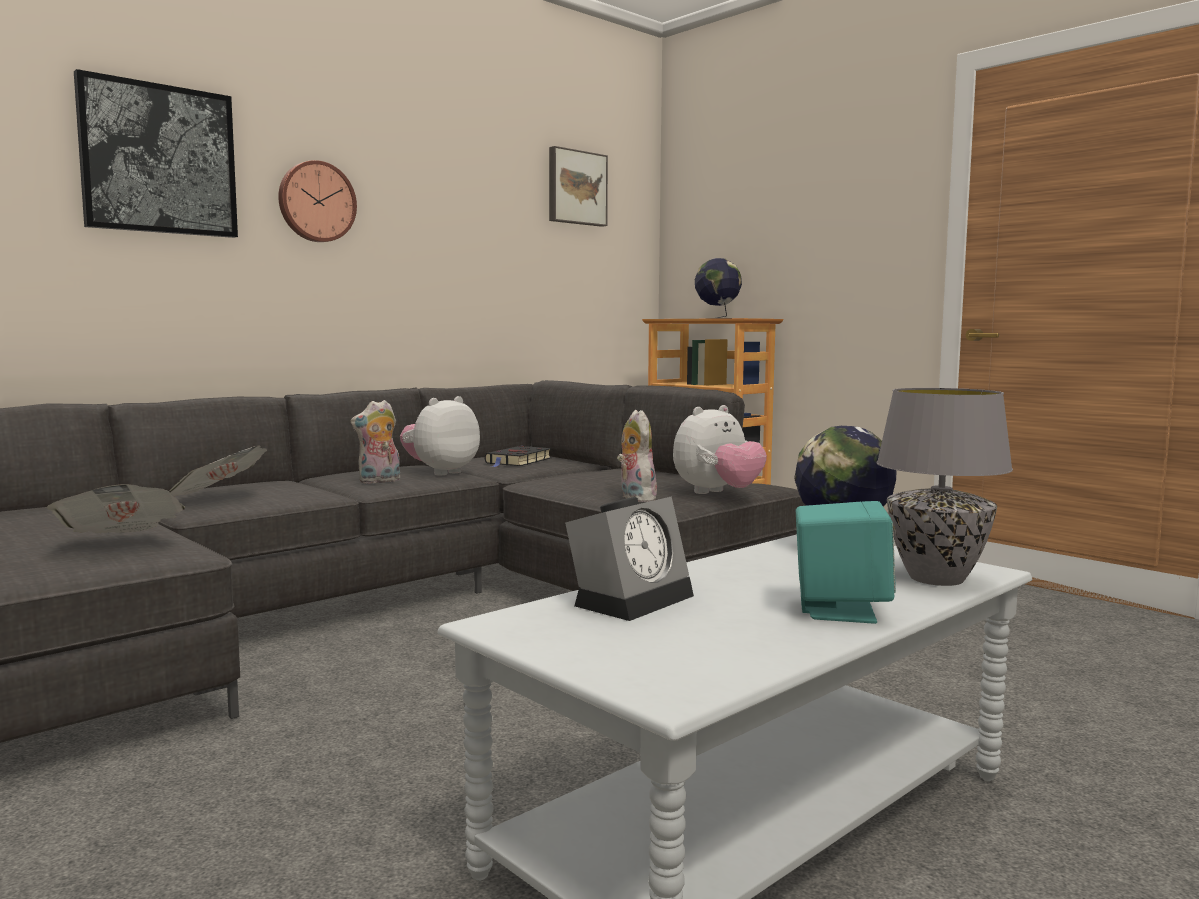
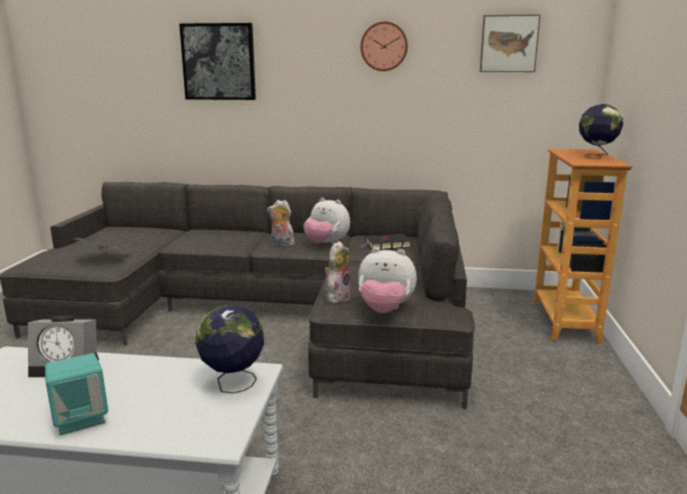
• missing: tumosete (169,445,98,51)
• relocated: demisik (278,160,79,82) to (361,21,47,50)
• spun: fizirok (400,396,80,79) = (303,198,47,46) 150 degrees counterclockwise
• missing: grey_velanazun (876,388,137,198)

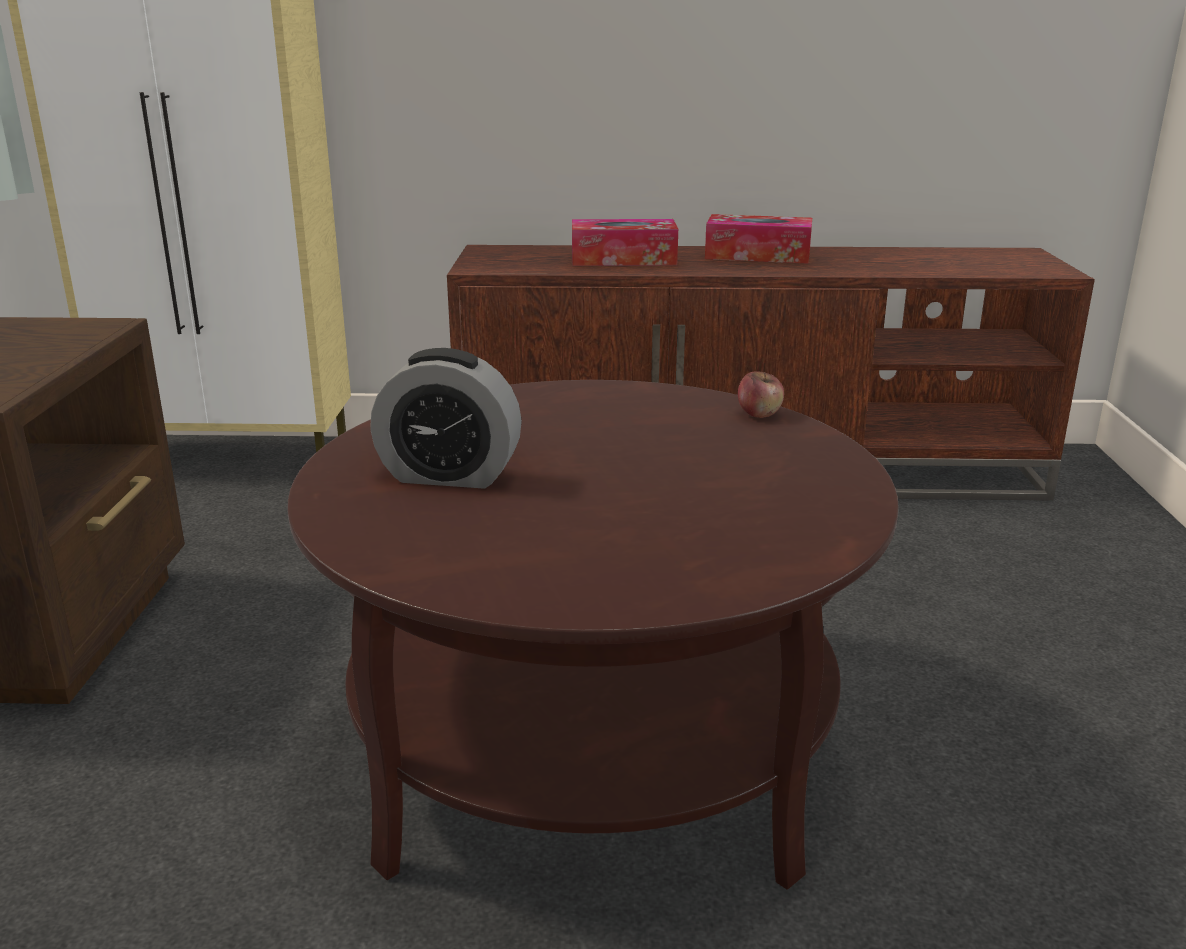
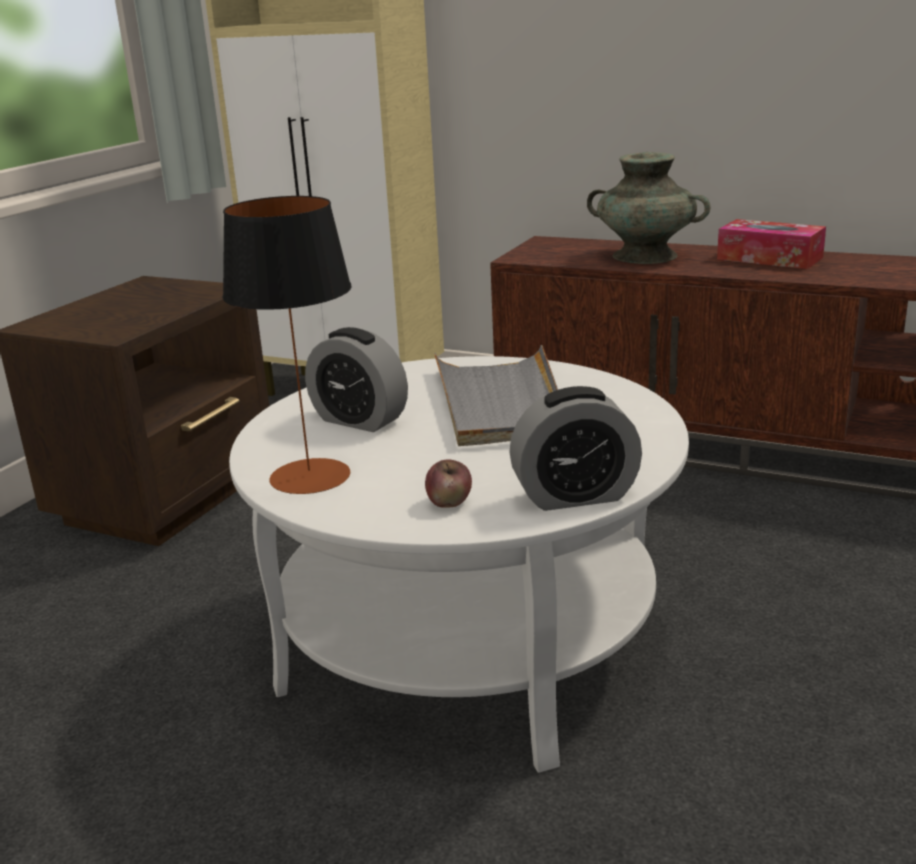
• colour: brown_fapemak (288,380,611,510) to white_fapemak (229,356,460,417)
• exchanged: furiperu (572,219,106,47) to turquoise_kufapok (587,152,124,112)
• relocated: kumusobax (738,371,46,47) to (425,460,47,48)
• appeared: velanazun (222,196,130,298)
• appeared: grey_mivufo (434,345,124,101)
• appeared: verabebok (509,386,133,125)

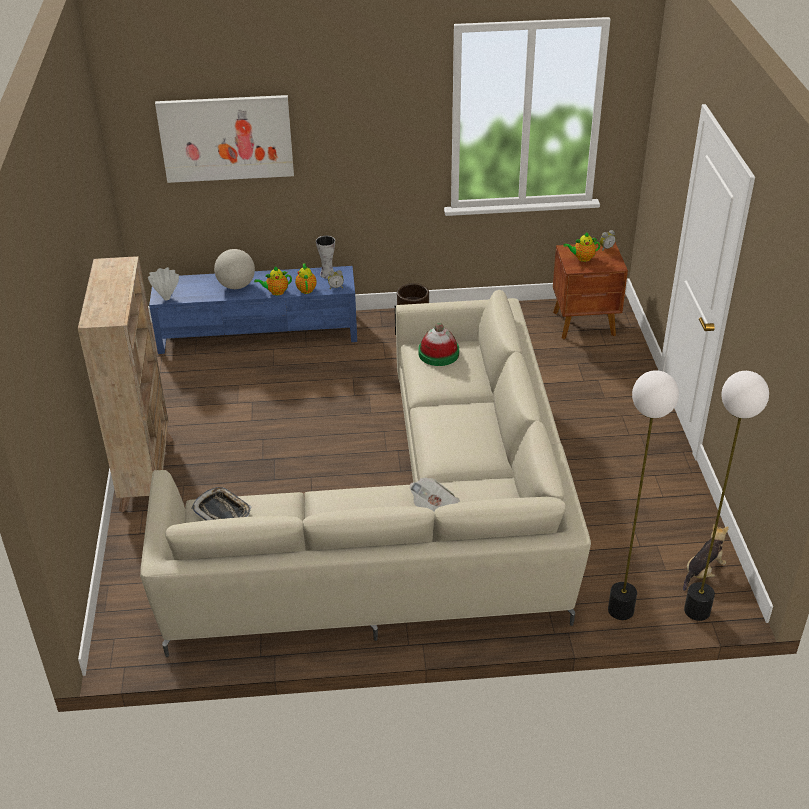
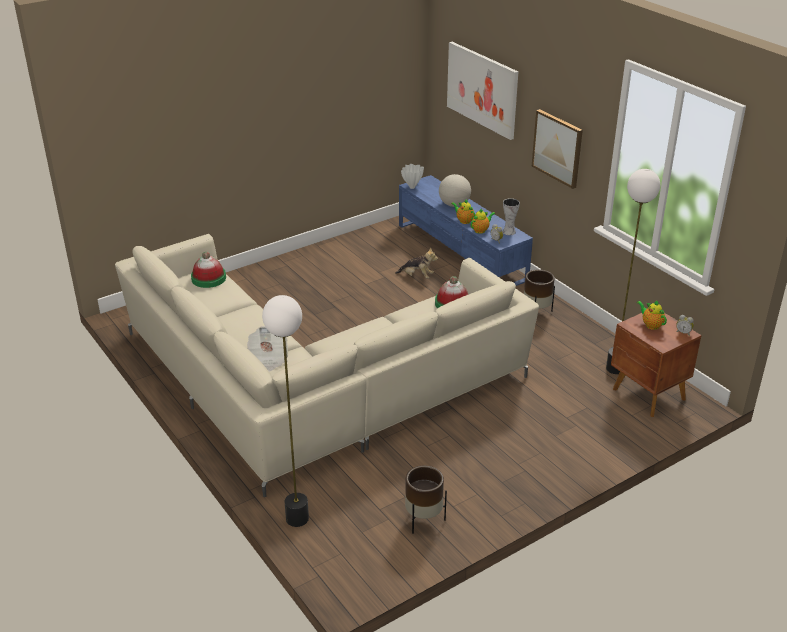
• missing: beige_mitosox (78,256,95,257)
• exchanged: mivufo (191,487,61,34) to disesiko (191,252,35,36)
• relocated: fizirok (683,524,46,67) to (395,247,43,31)
• relocated: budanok (684,371,85,250) to (606,169,54,205)
• appeared: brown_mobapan (405,466,42,68)
• appeared: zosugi (532,109,51,80)

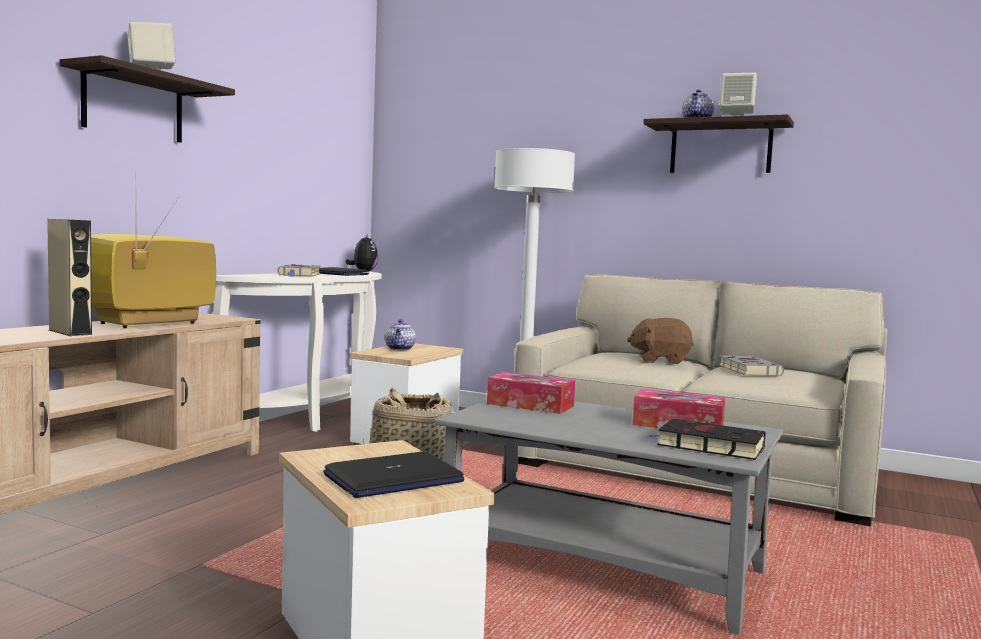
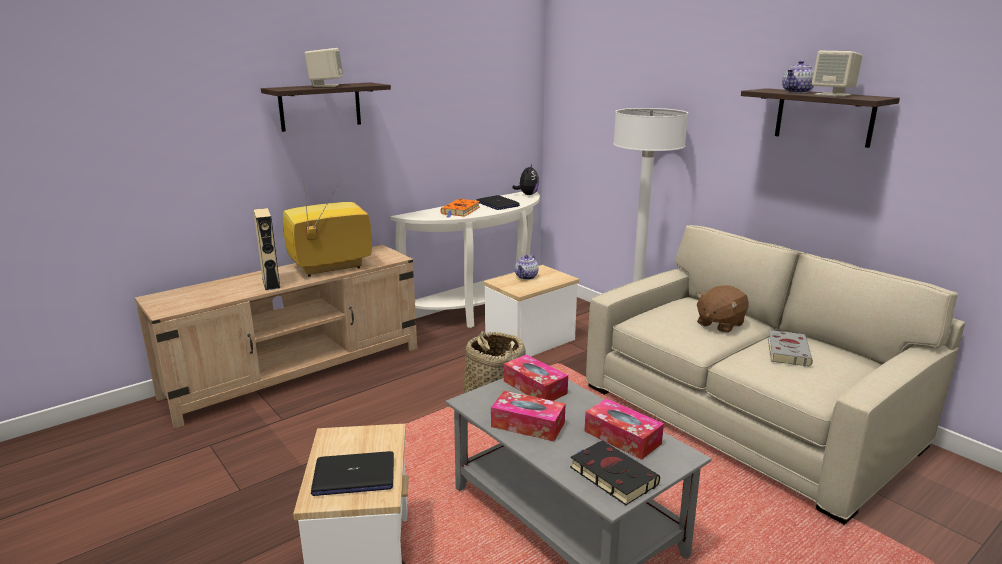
• colour: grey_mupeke (278,264,43,13) to orange_mupeke (440,199,40,19)
• spun: brown_fizirok (627,318,67,46) = (696,285,53,48) 75 degrees counterclockwise
• appeared: furiperu (491,391,75,50)

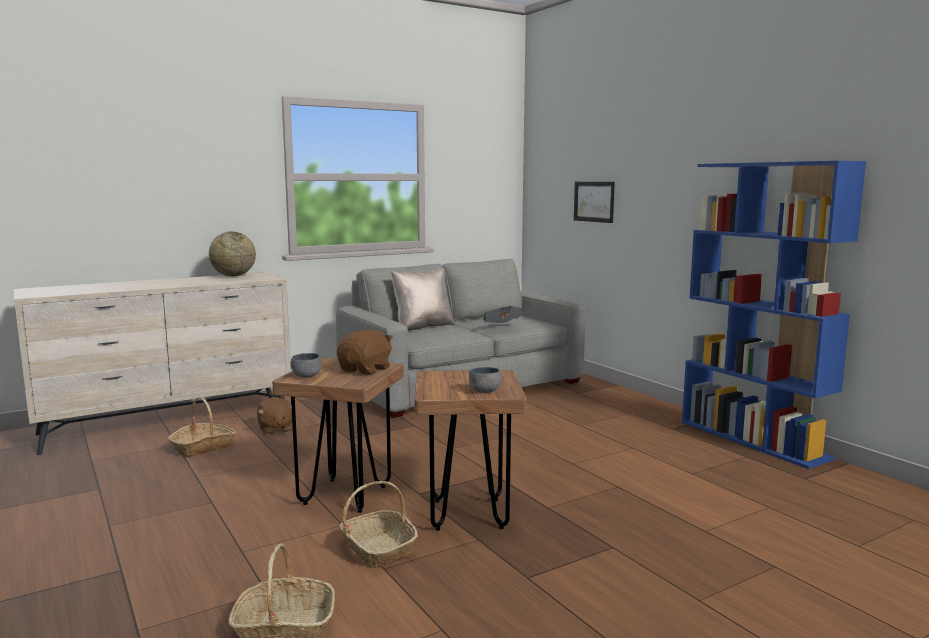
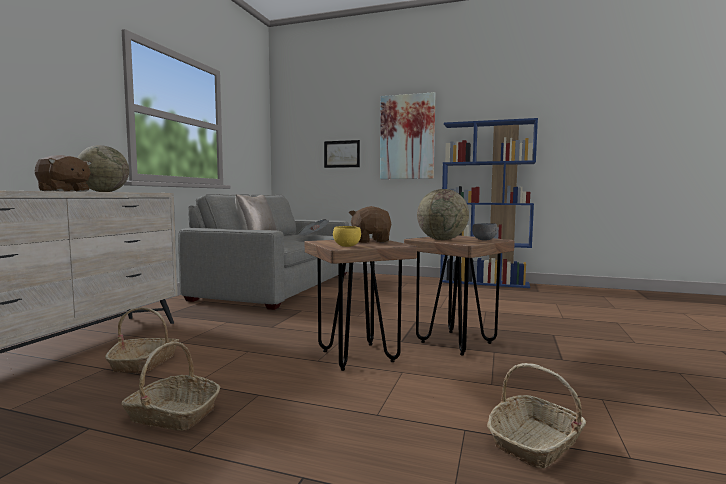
• relocated: brown_fizirok (257,397,35,39) to (35,155,57,37)
• colour: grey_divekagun (291,353,31,25) to yellow_divekagun (333,226,28,21)
• relocated: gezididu (339,481,79,87) to (122,342,98,89)
• appeared: zosugi (380,92,55,87)
• appeared: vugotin (417,189,52,51)

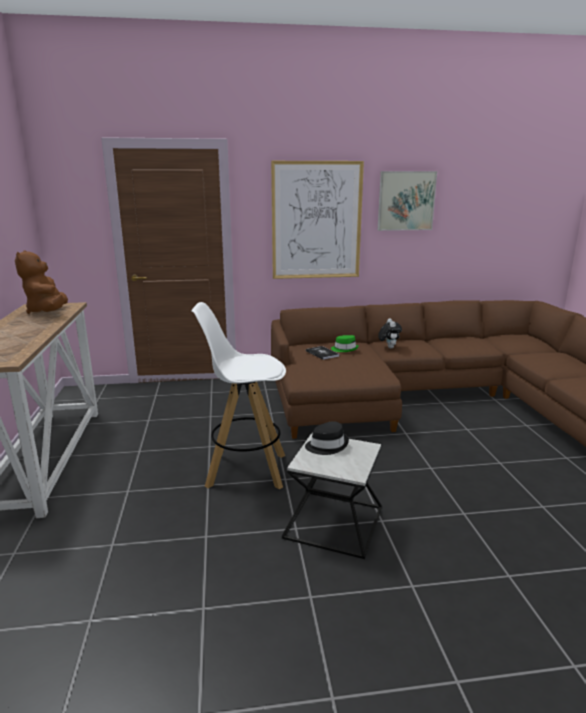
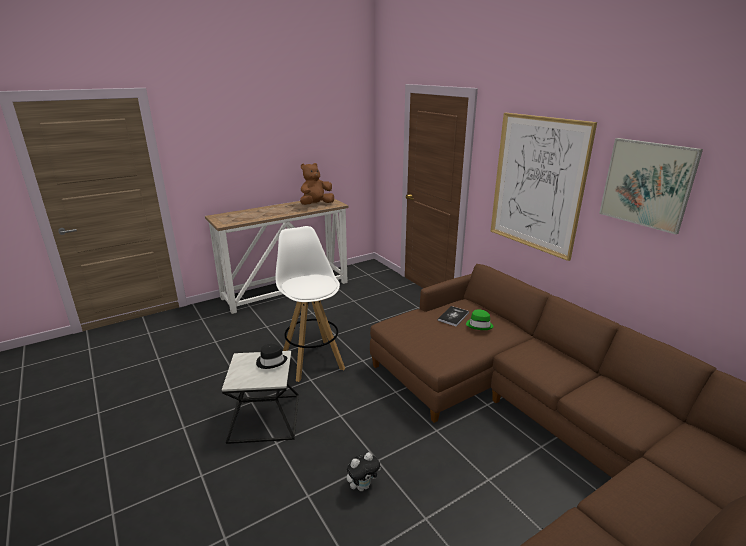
• relocated: fizirok (378,318,24,30) to (347,452,34,39)

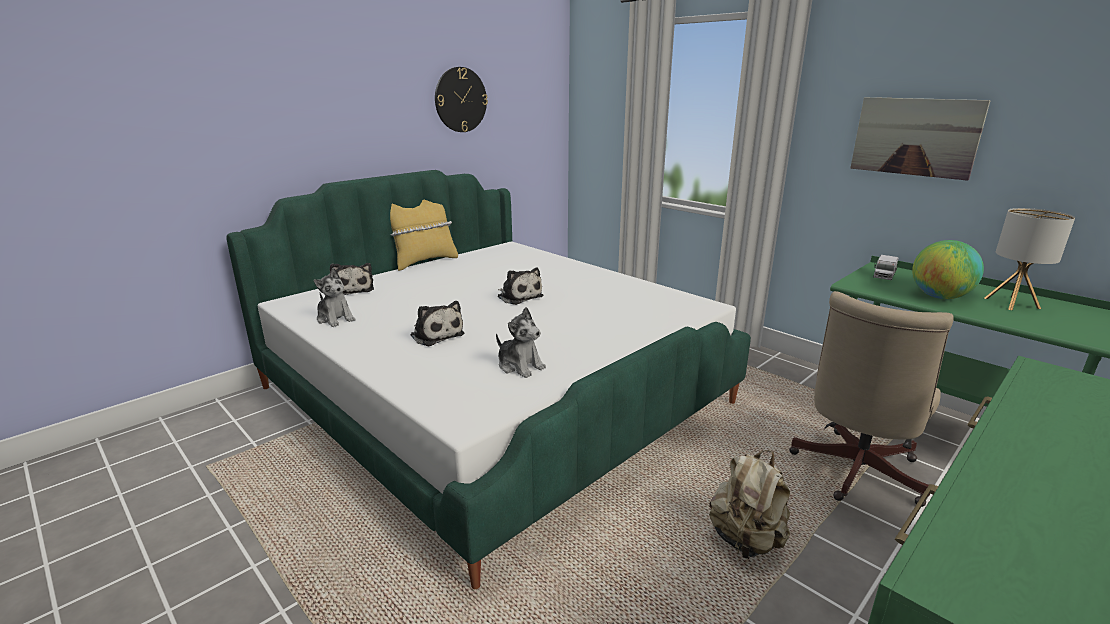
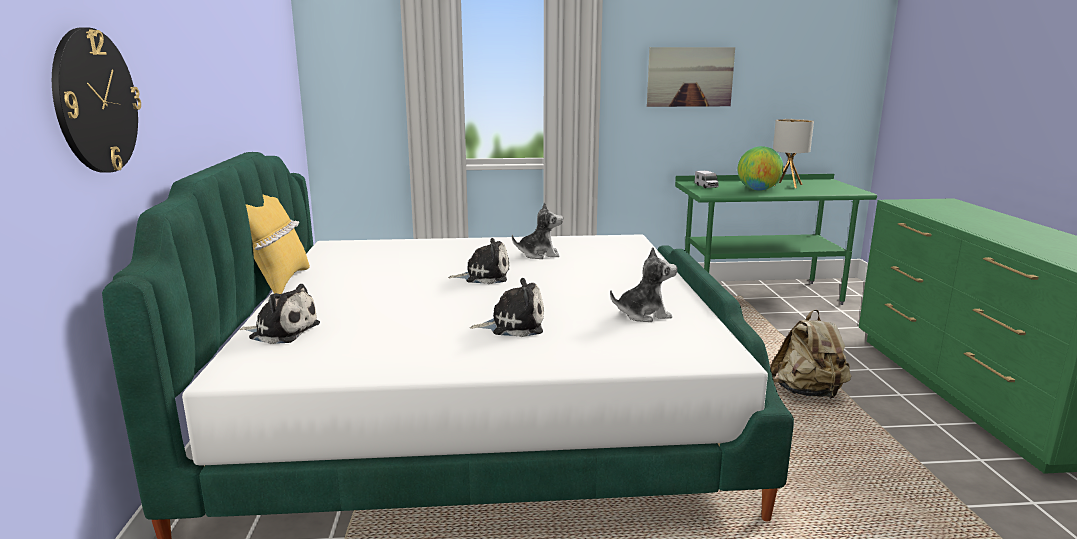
• relocated: fizirok (314,268,42,59) to (512,202,51,57)
• relocated: demisik (435,67,53,65) to (52,27,89,146)
• missing: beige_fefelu (789,291,165,216)

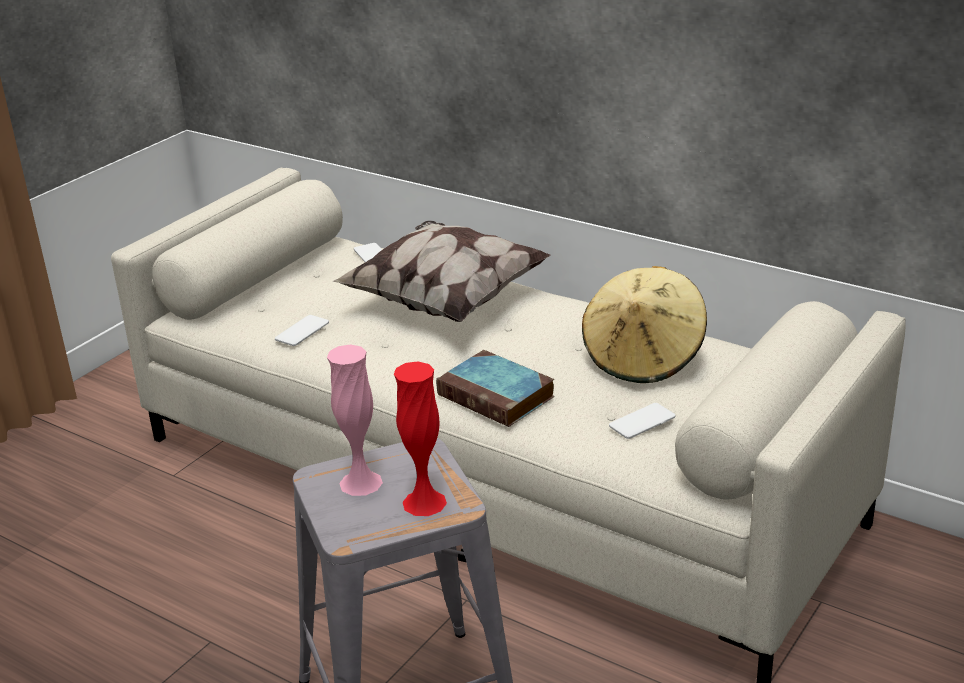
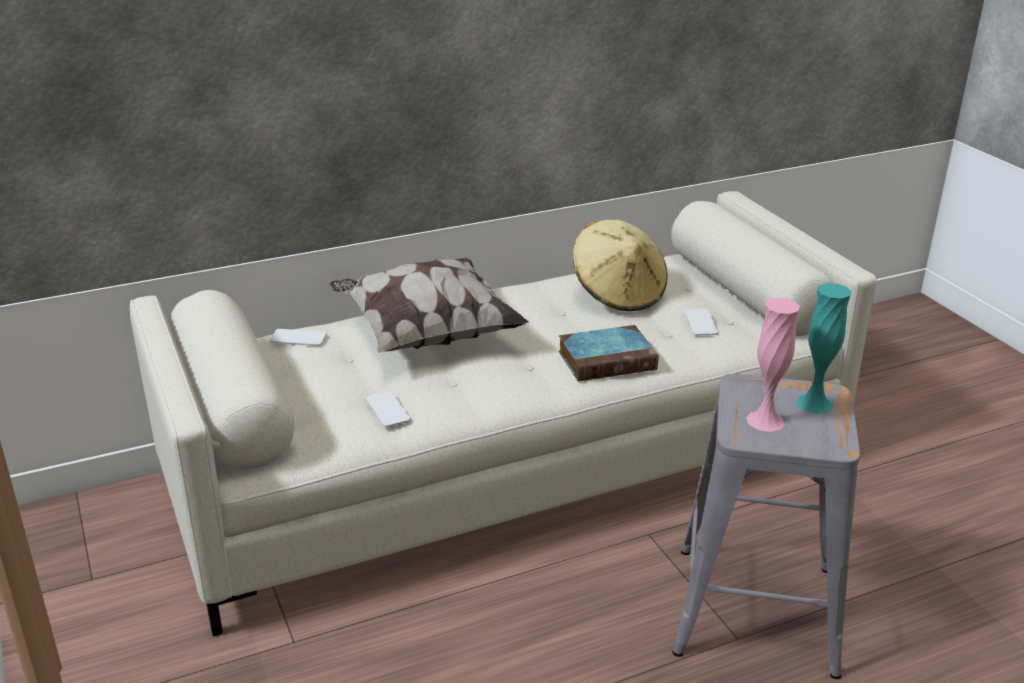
• colour: red_kufapok (394,362,53,154) to turquoise_kufapok (796,283,55,131)

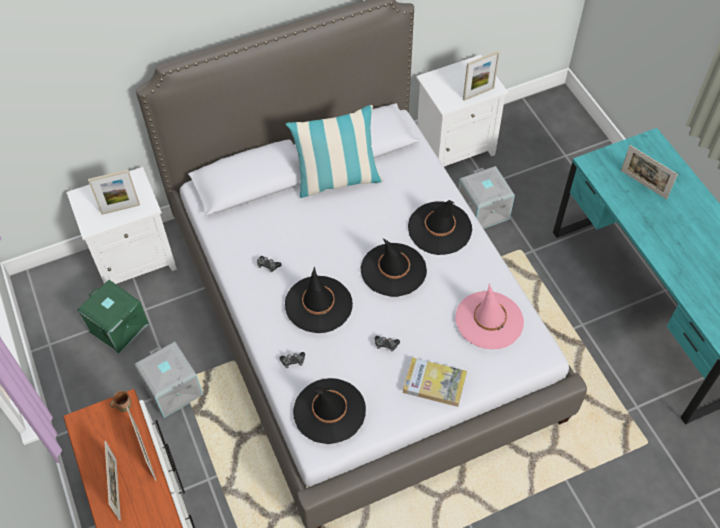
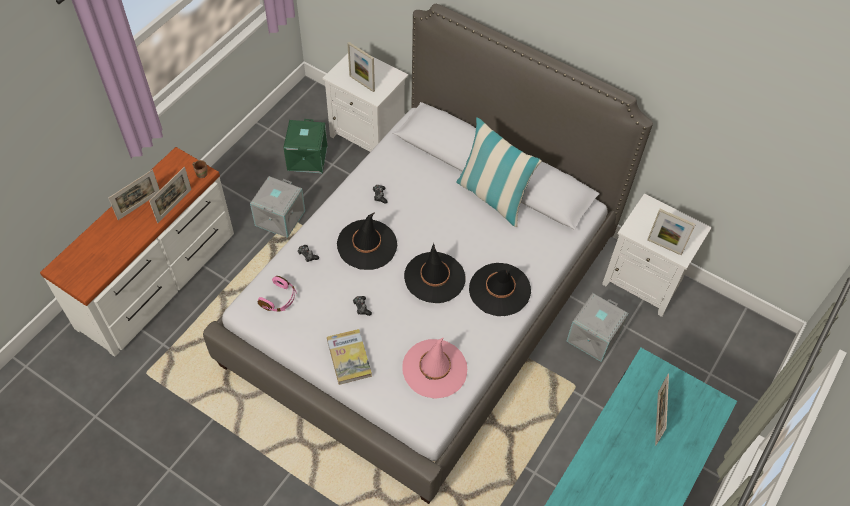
• exchanged: black_disesiko (293,378,73,66) to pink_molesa (258,276,39,36)

